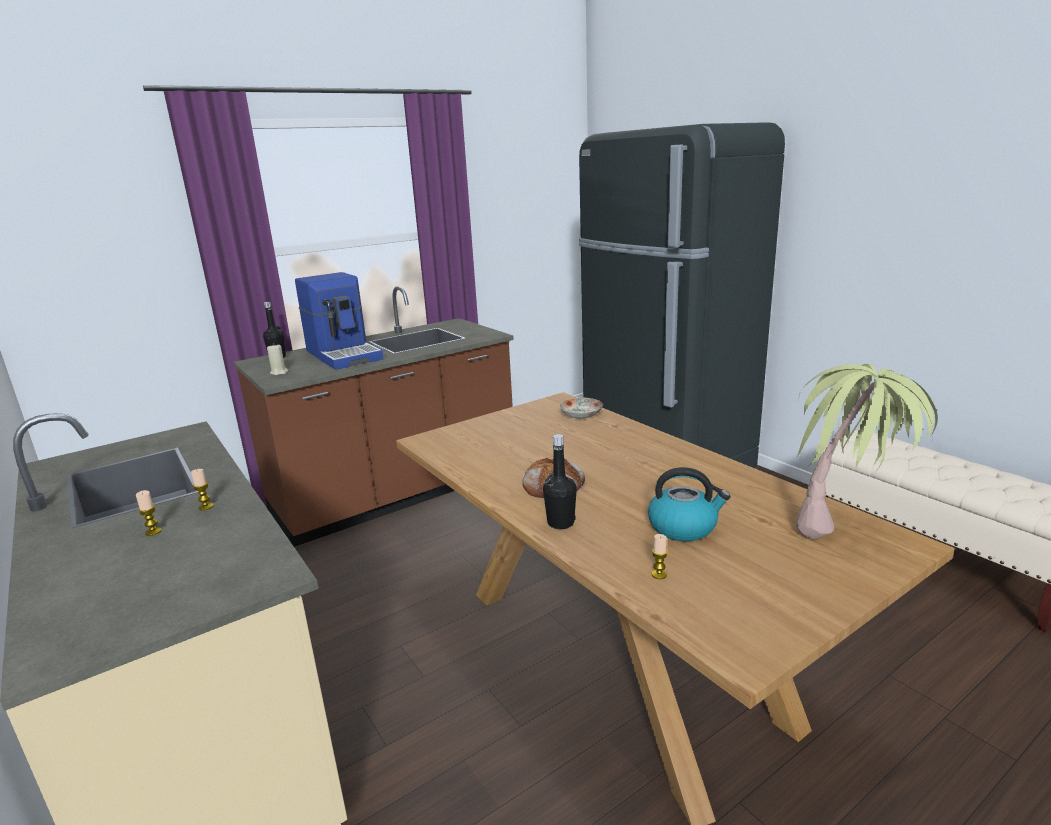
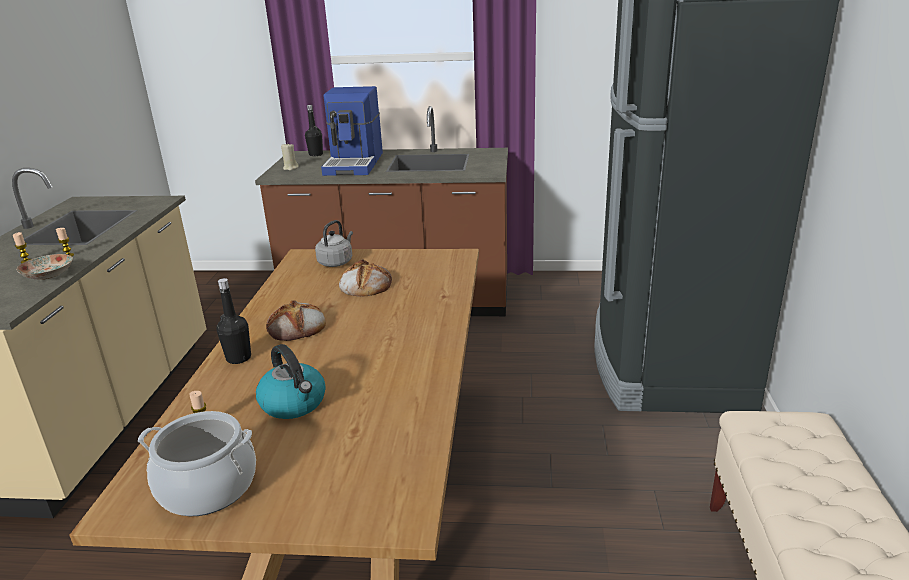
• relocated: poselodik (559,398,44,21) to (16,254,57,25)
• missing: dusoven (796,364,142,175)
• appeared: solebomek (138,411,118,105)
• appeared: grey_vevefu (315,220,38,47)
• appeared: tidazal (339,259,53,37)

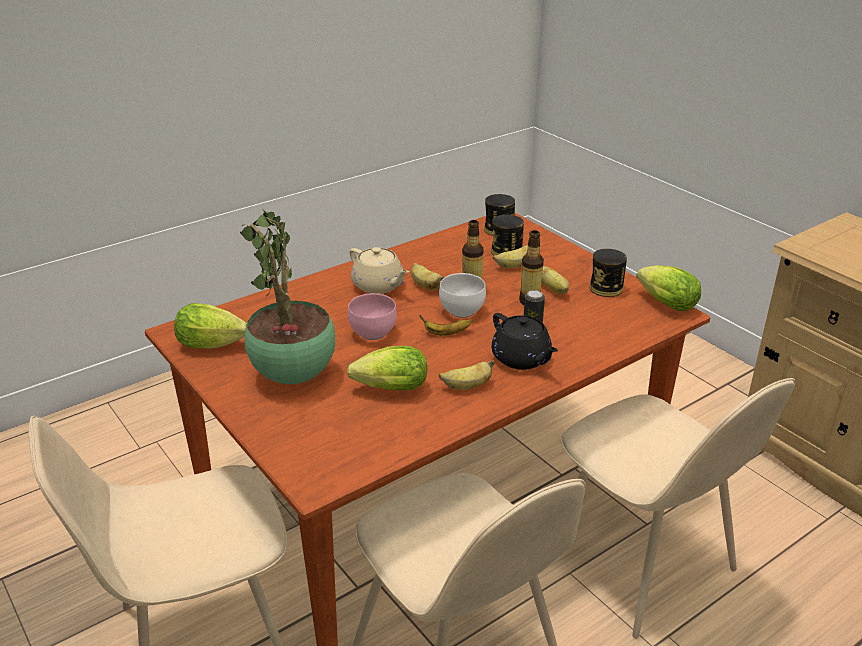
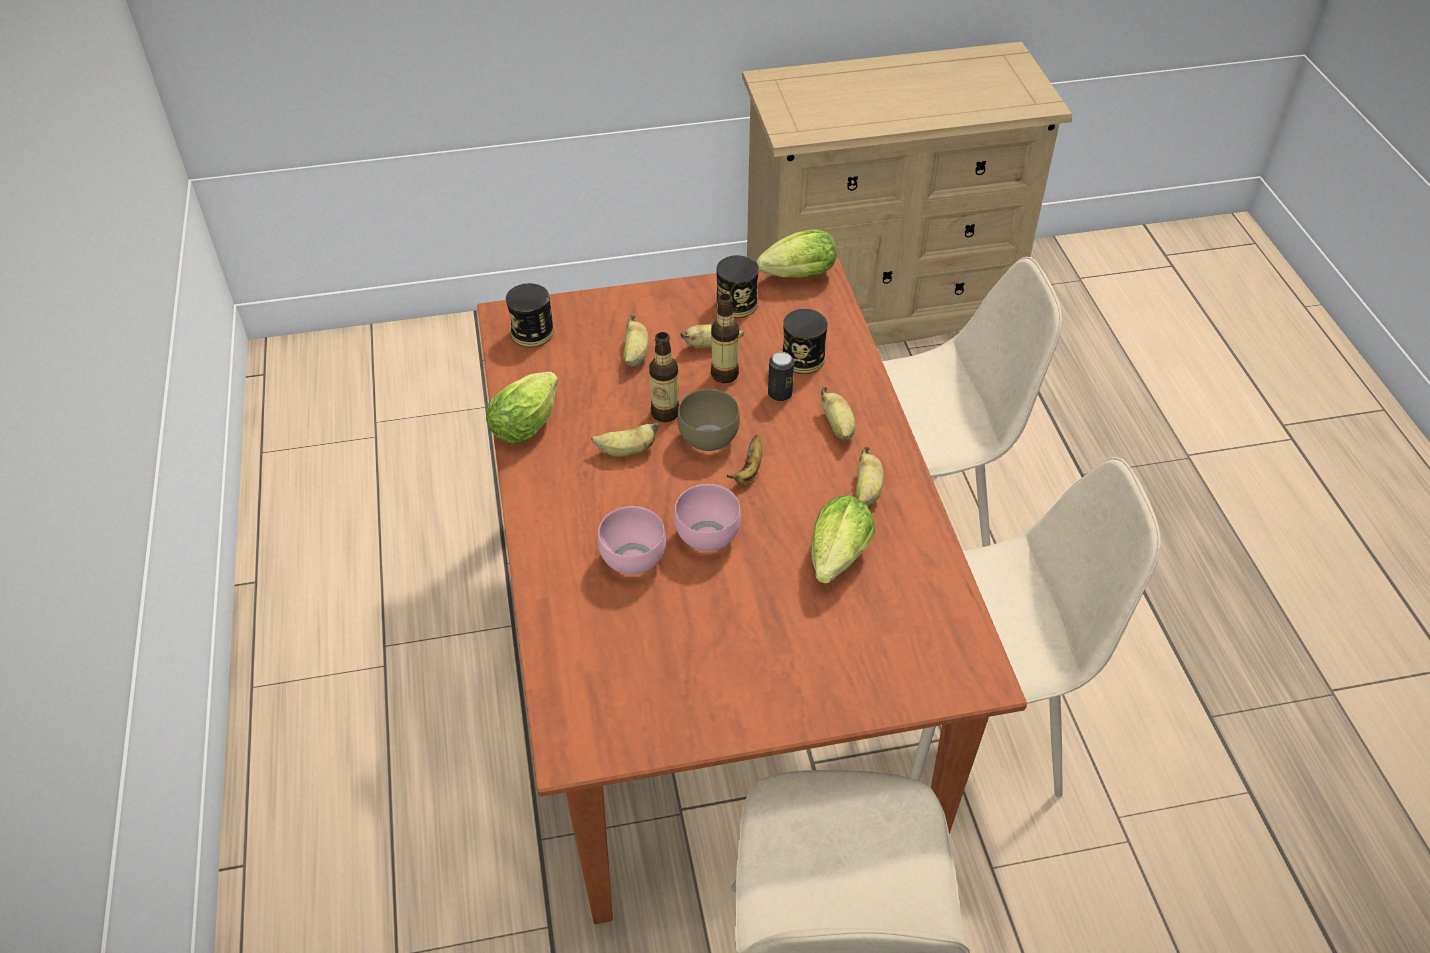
• relocated: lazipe (174,303,73,46) to (486,372,72,72)
• missing: dusoven (240,209,95,175)
• missing: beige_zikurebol (350,247,59,47)
• colour: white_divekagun (439,273,47,45) to brown_divekagun (677,389,63,62)
• relocated: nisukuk (491,215,33,41) to (782,309,46,65)
• exchanged: black_zikurebol (491,313,67,57) to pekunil (821,387,35,53)
• appeared: pink_divekagun (598,506,68,69)

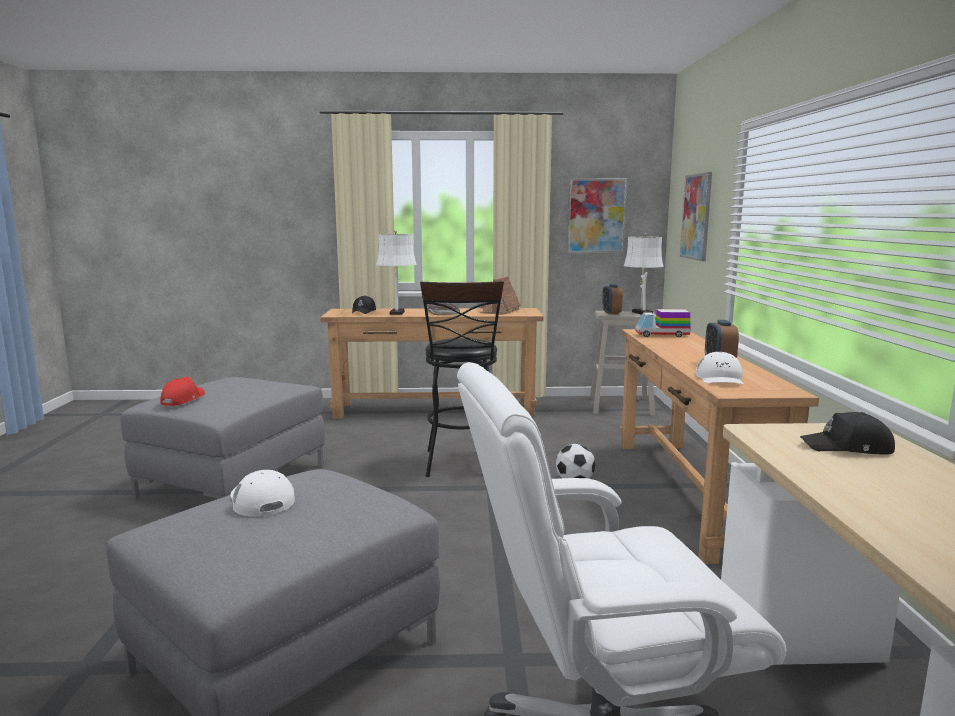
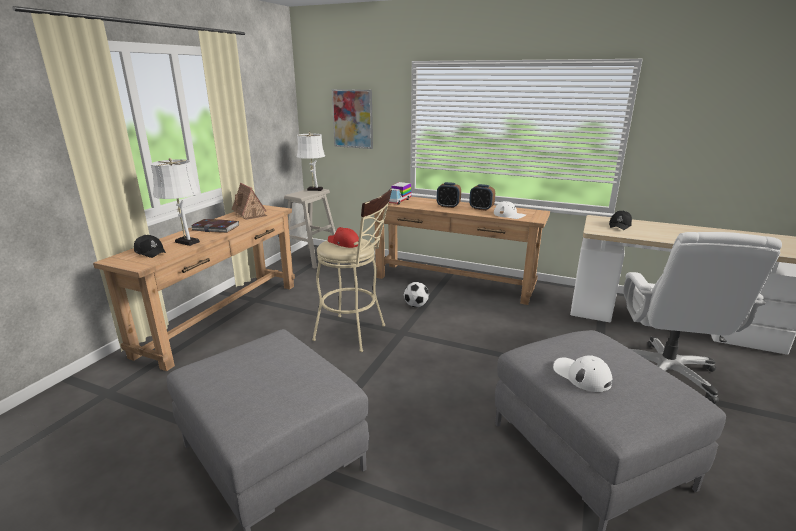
• relocated: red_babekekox (160,377,45,29) to (328,227,31,21)
• spun: white_babekekox (231,470,64,47) = (553,355,60,37) 60 degrees clockwise
• colour: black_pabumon (420,281,84,196) to beige_pabumon (312,188,80,164)
• missing: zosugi (567,178,60,75)
• relocated: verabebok (602,284,21,30) to (437,182,24,26)

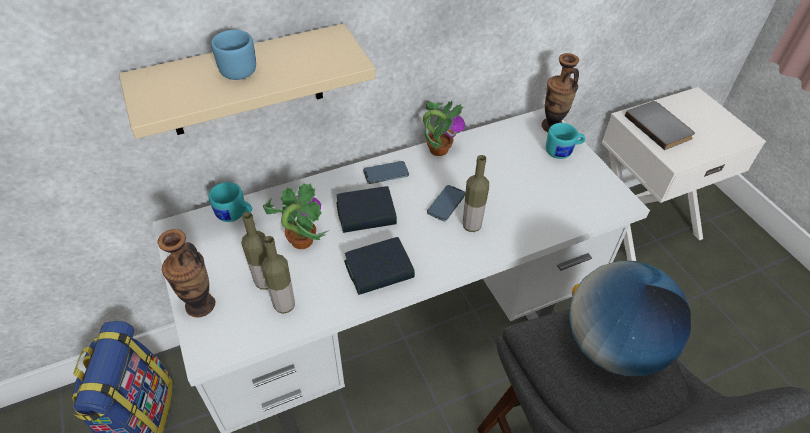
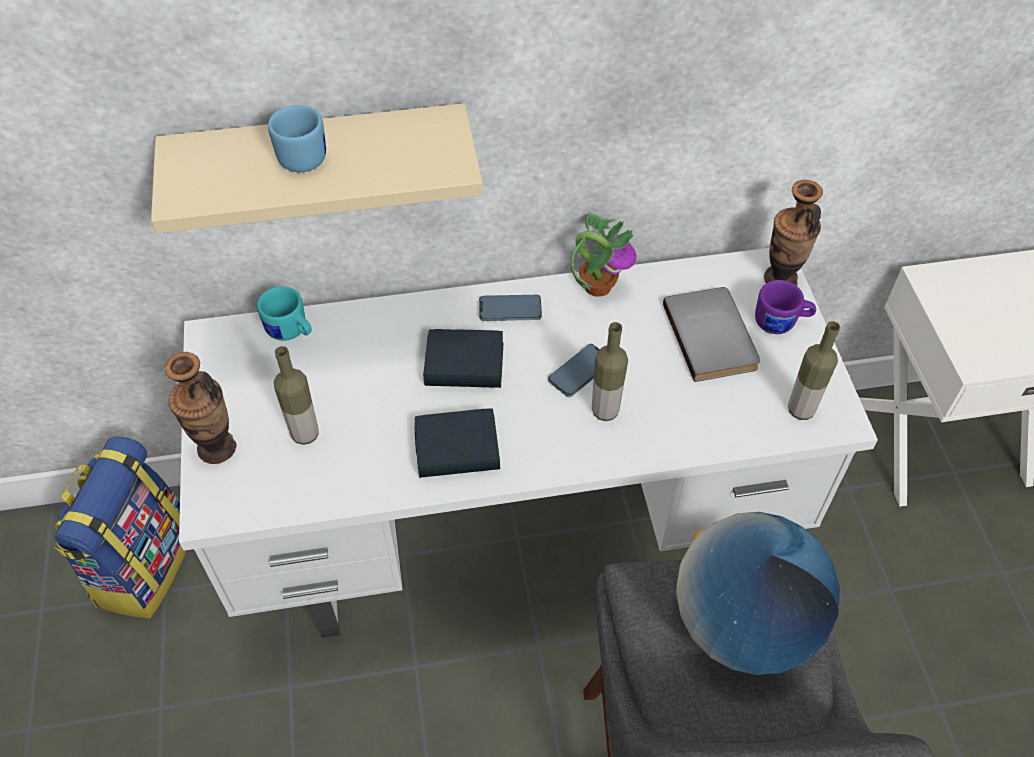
• relocated: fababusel (262,236,33,78) to (788,321,52,99)
• missing: dusoven (263,183,66,66)
• colour: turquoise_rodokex (546,123,39,36) to purple_rodokex (755,280,61,54)
• relocated: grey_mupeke (625,101,70,49) to (663,287,97,95)

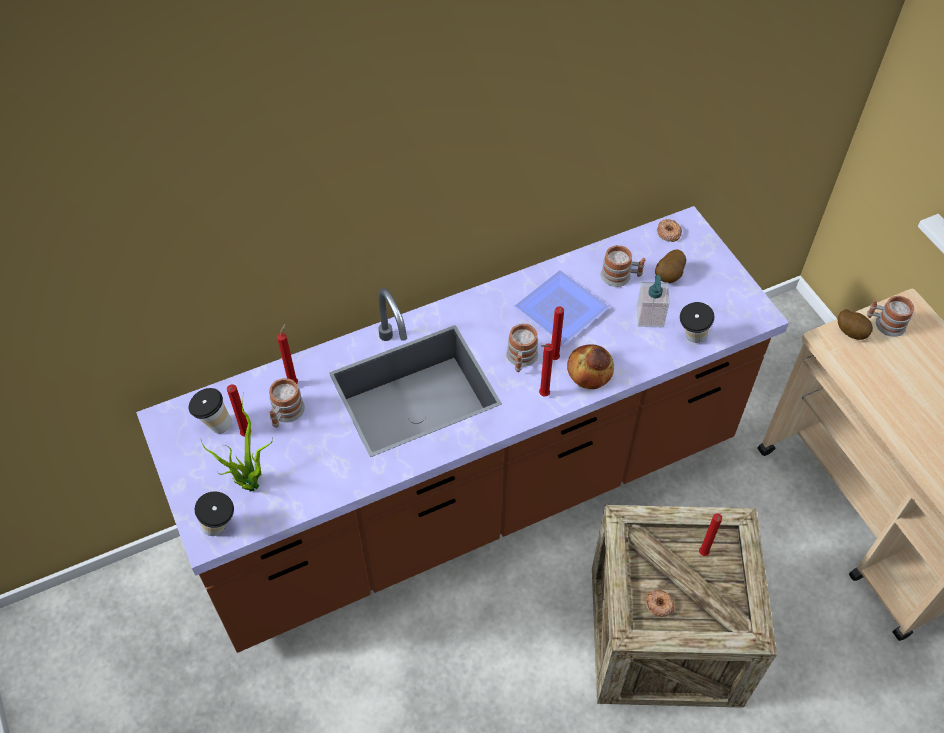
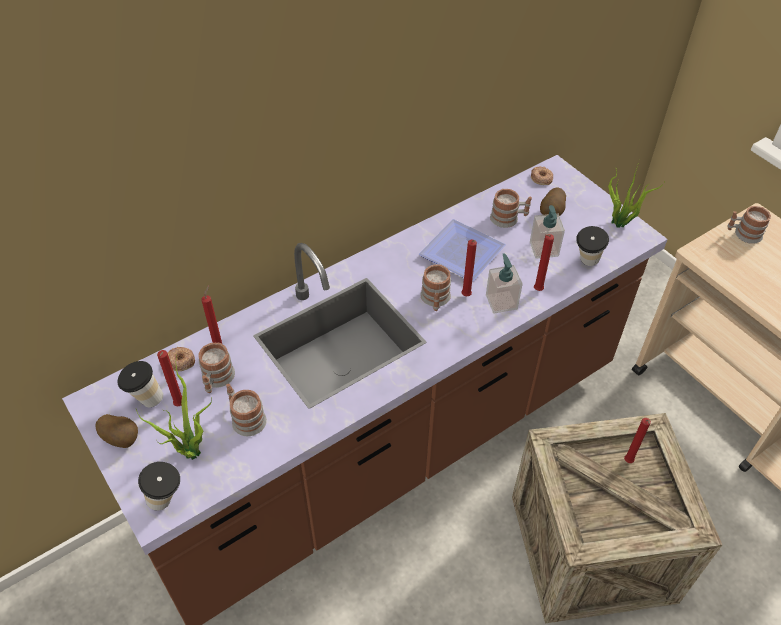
• relocated: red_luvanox (539,343,15,54) to (534,234,20,57)
• exchanged: tidazal (567,344,47,45) to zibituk (486,253,37,61)
• relocated: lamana (646,590,29,27) to (168,346,27,25)
• relocated: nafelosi (838,309,35,31) to (95,414,43,34)
• appeared: rodokex (226,384,41,52)
• appeared: dusoven (608,165,56,63)

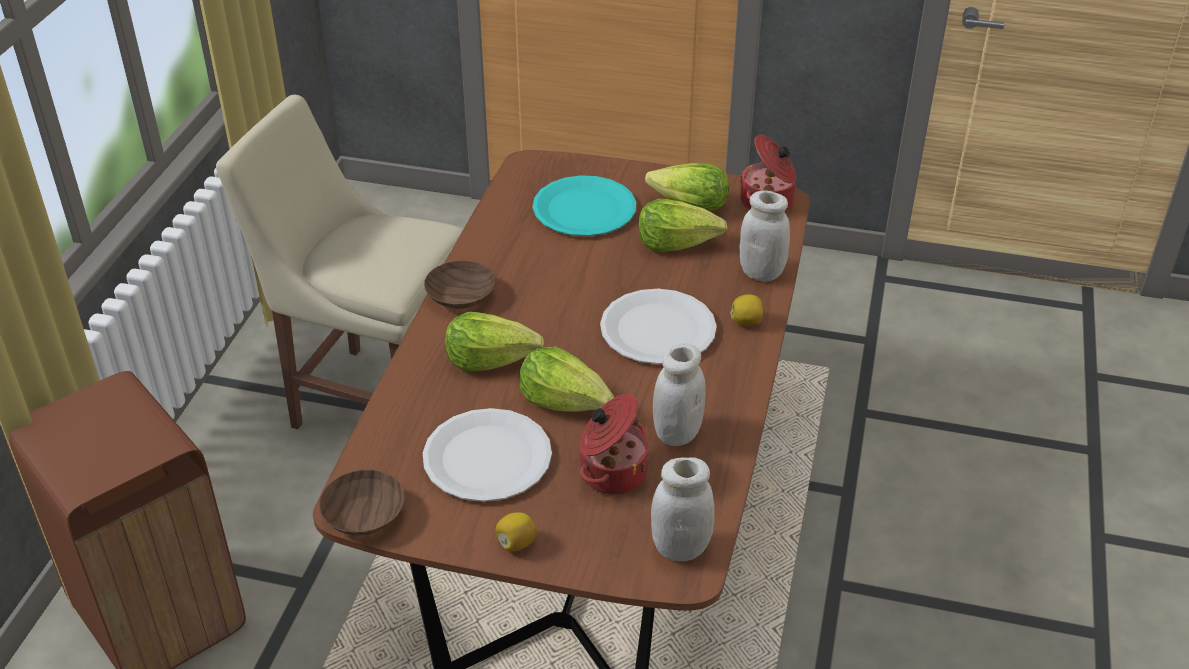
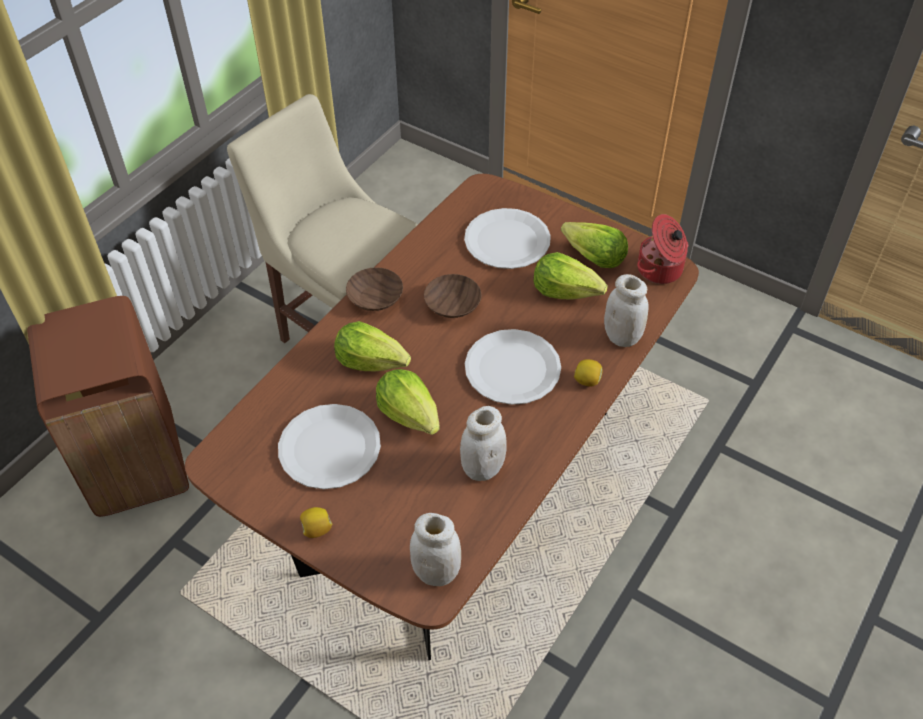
• relocated: brown_divekagun (319,470,86,65) to (424,274,58,44)
• colour: turquoise_poselodik (533,175,103,61) to white_poselodik (464,208,87,61)
• missing: solebomek (580,394,69,101)

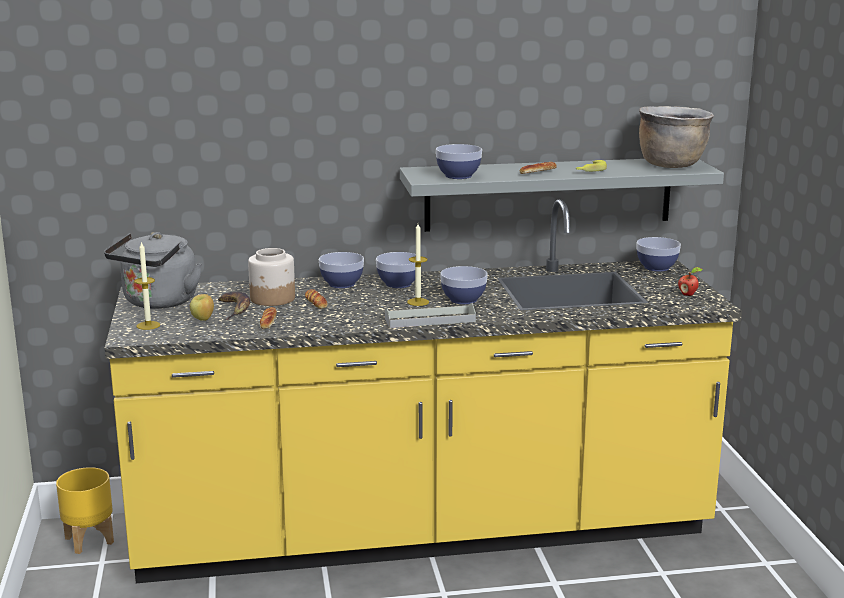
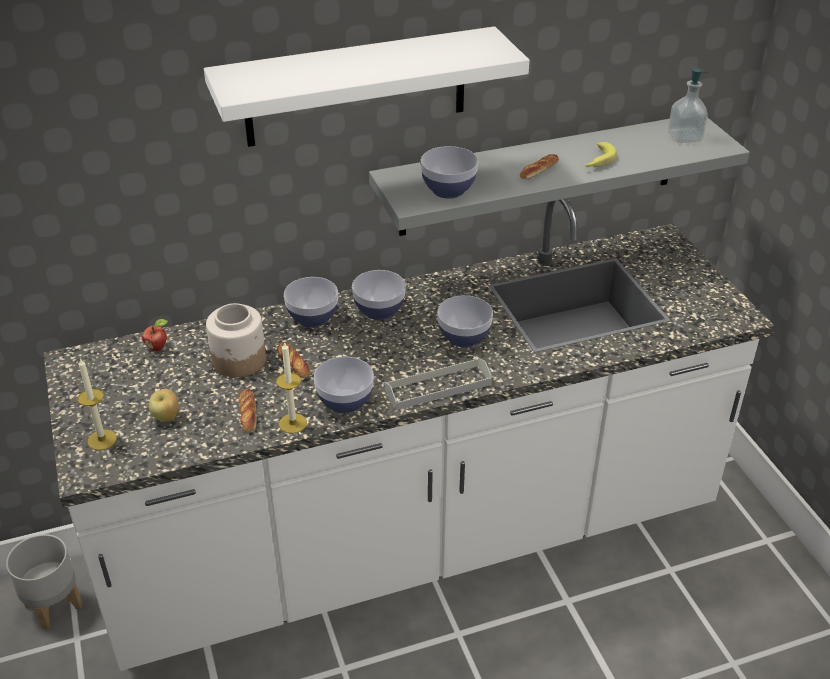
• colour: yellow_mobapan (56,467,58,87) to grey_mobapan (6,534,76,95)
• missing: grey_vevefu (104,232,98,77)
• colour: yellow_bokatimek (105,199,637,384) to white_bokatimek (43,198,732,473)
• missing: pekunil (218,292,32,28)
• relocated: luvanox (407,223,22,83) to (276,341,31,92)
• relocated: divekagun (637,237,44,35) to (314,357,60,57)
• exchanged: brown_solebomek (639,106,75,62) to zibituk (668,68,40,75)
• relocated: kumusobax (678,267,25,29) to (142,319,26,32)
• appeared: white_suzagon (204,26,325,121)

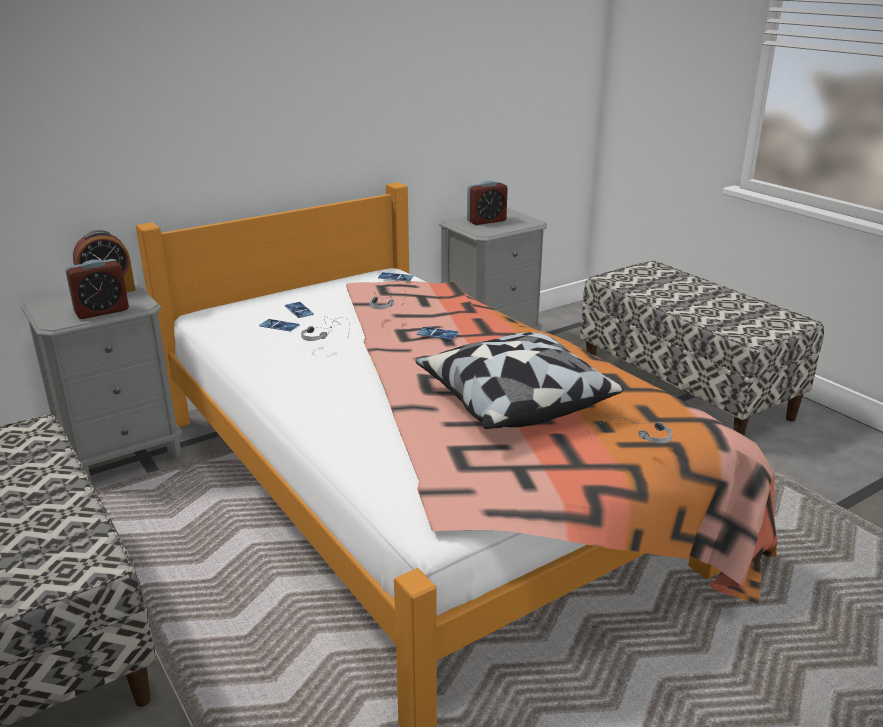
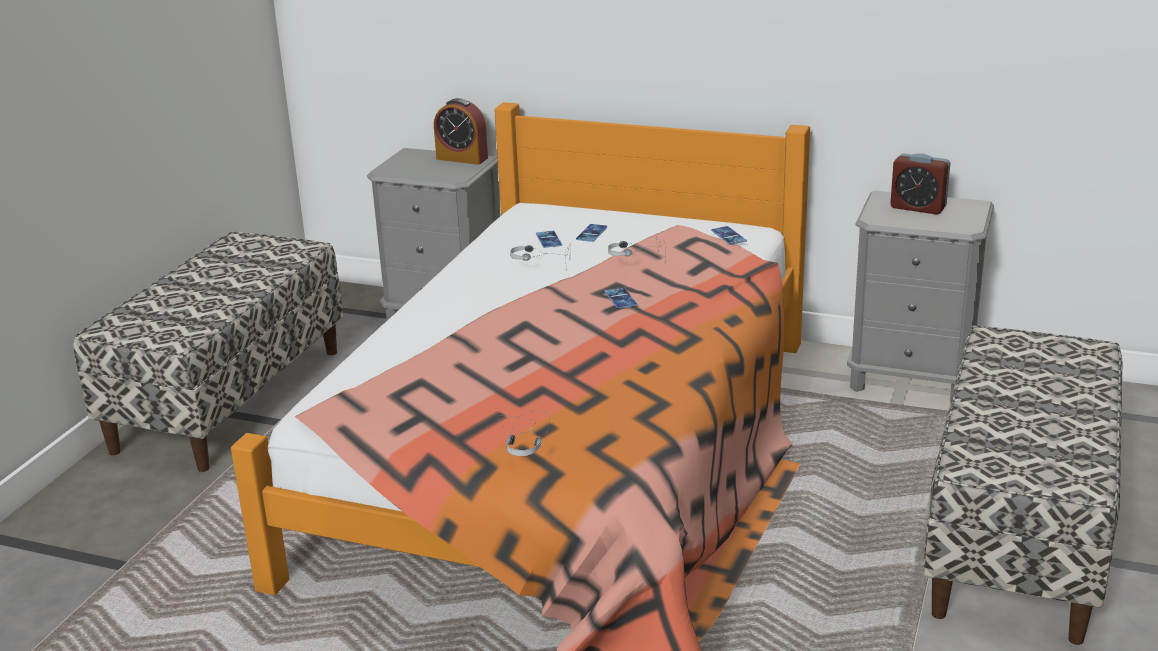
• missing: verabebok (65,259,64,60)
• missing: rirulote (415,332,208,97)

